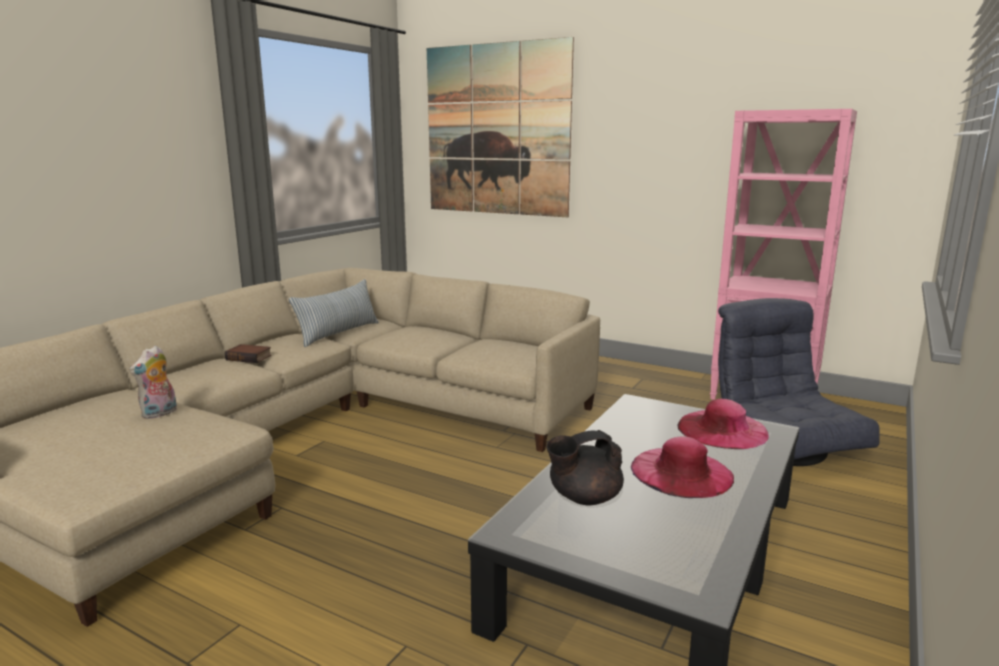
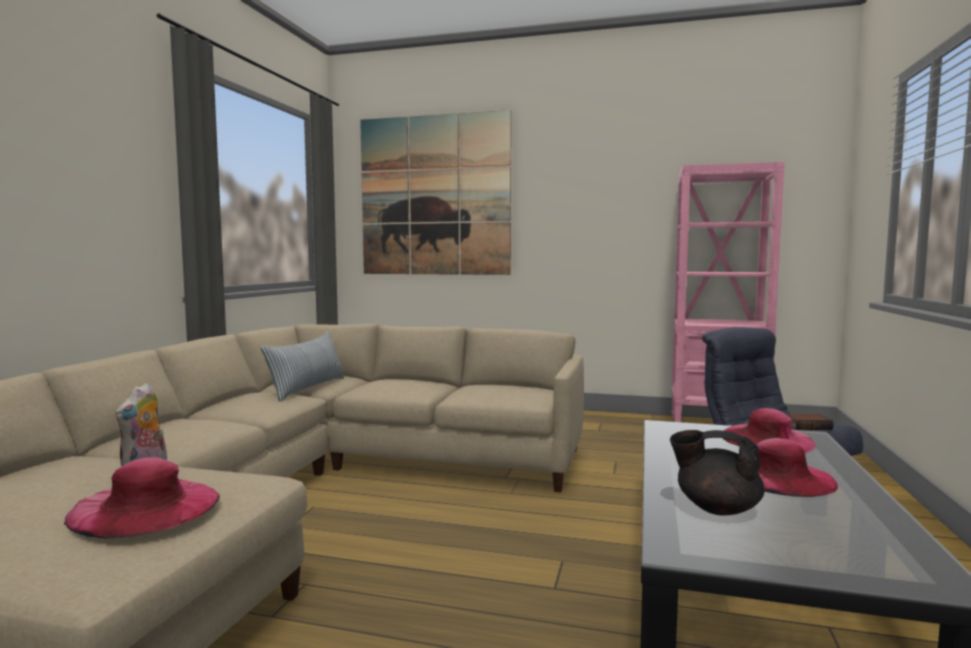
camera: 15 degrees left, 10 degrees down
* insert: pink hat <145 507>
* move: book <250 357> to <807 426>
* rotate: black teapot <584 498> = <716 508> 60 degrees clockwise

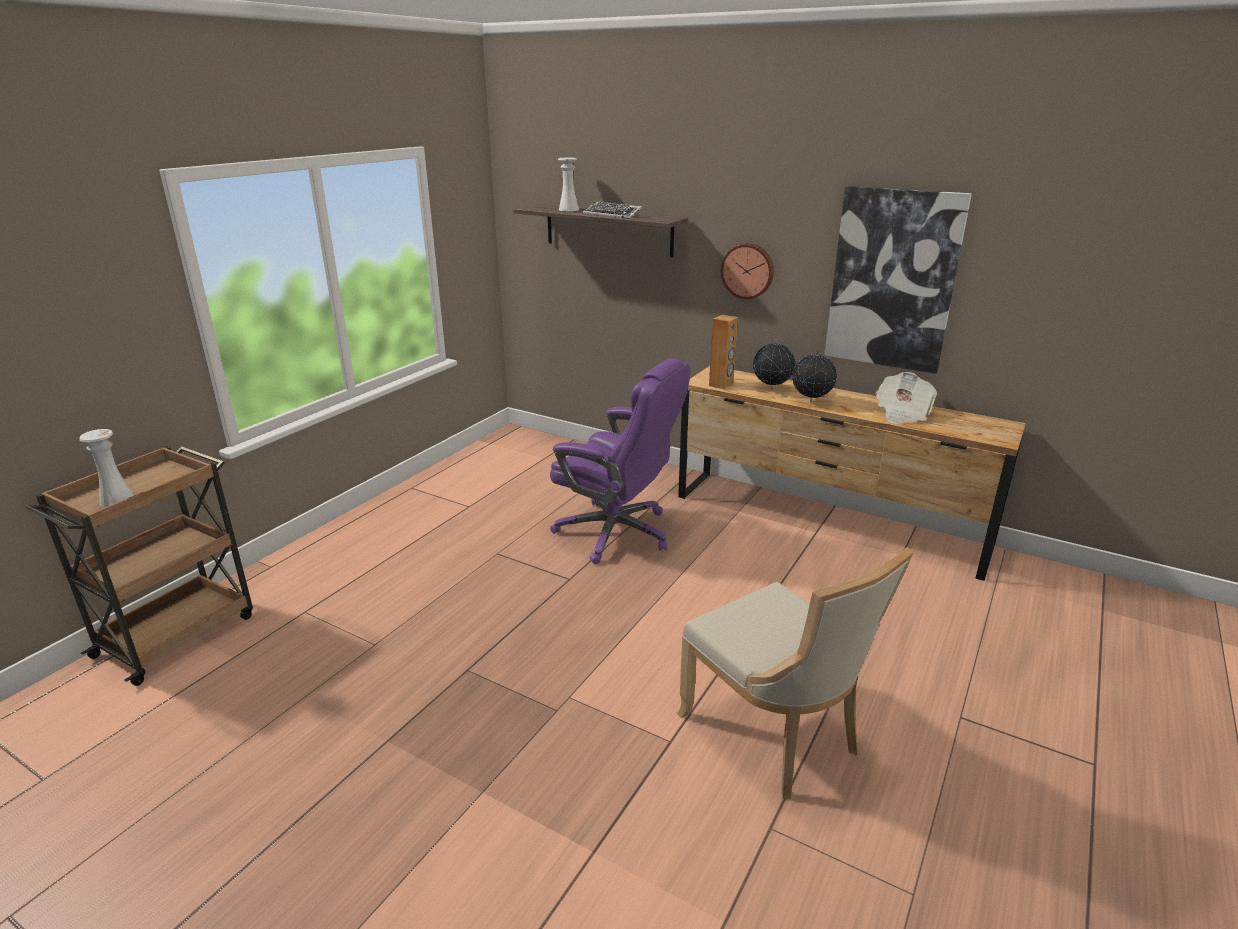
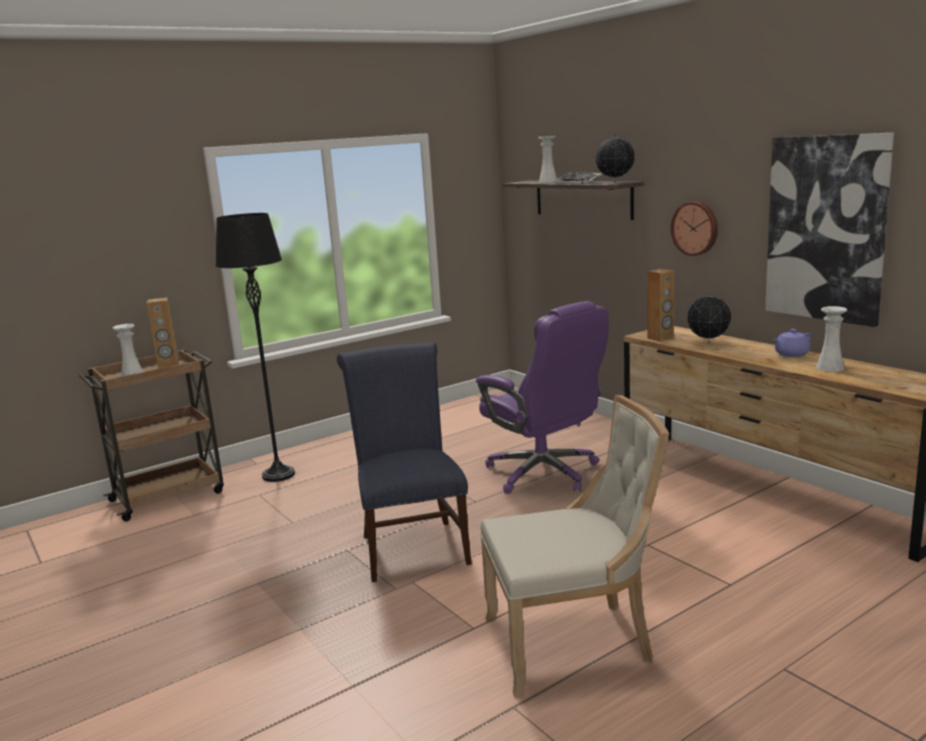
camera: 25 degrees right, 10 degrees down
* insert: brown speaker <168 366>
* insert: black floor lamp <278 475>
* insert: blue chair <412 546>
* insert: purple teapot <791 354>
* move: globe <811 402> to <615 183>
* replace: newspaper <902 414> to white vase <830 368>
* rotate: beige chair <775 734> = <574 642> 90 degrees counterclockwise

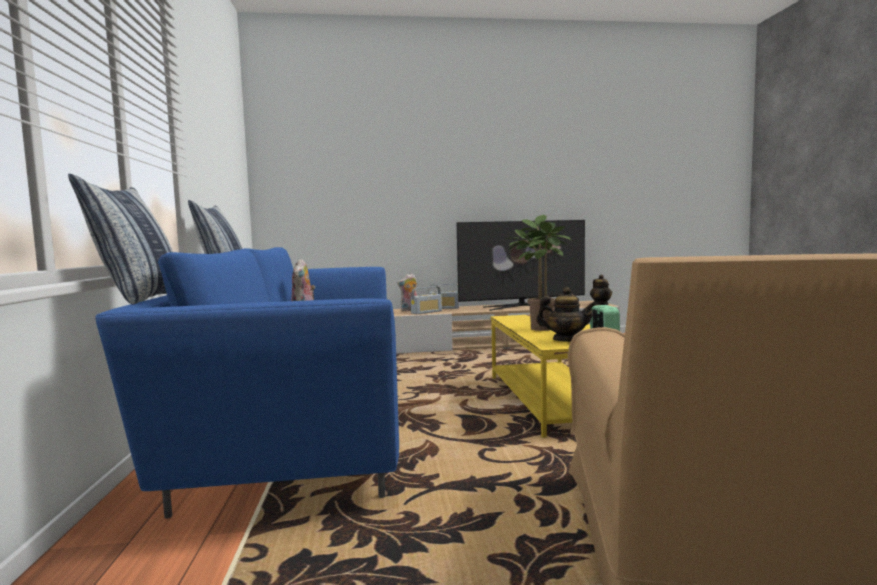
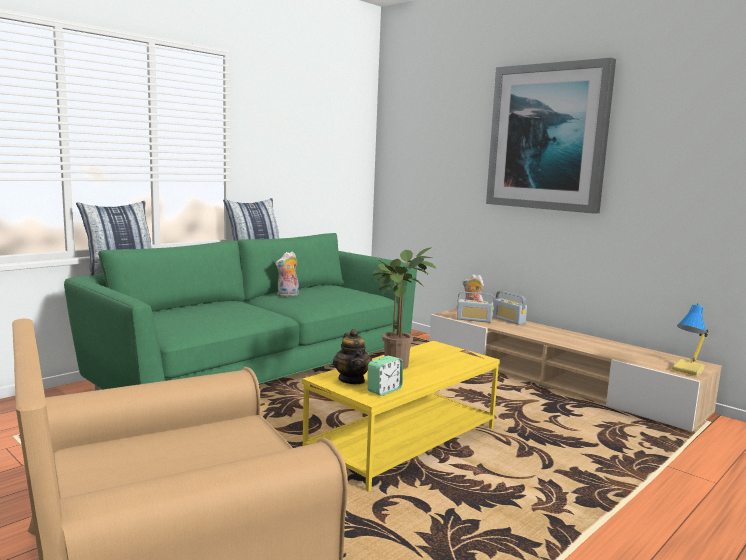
camera: 50 degrees right, 5 degrees up
* delete: television <522 306>
* insert: picture <548 137>
* replace: teapot <601 304> to table lamp <689 371>
* recolor: blue sofa <306 414> to green sofa <259 373>

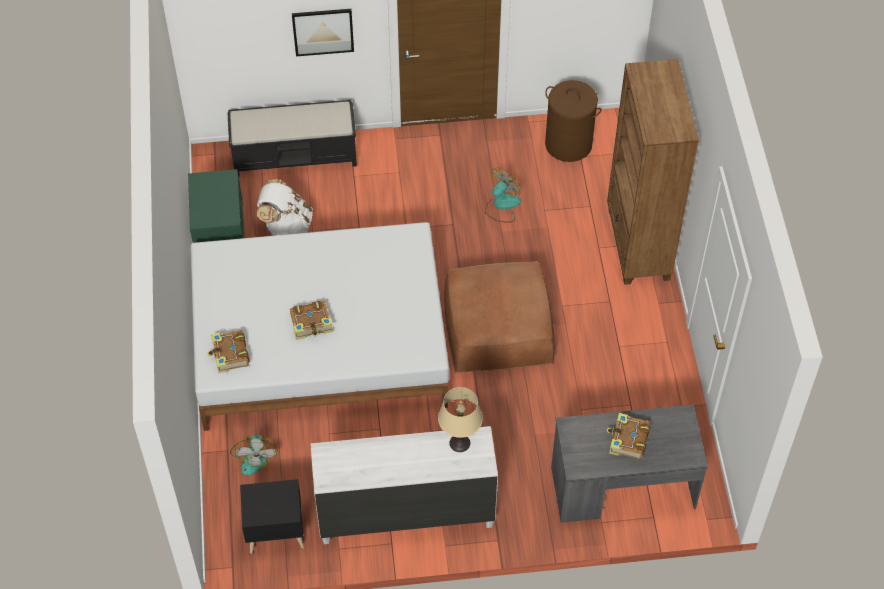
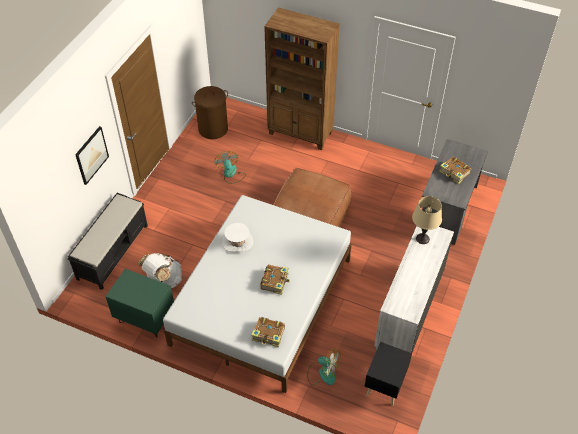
camera: 60 degrees left, 5 degrees down
* insert: white hat <237 242>

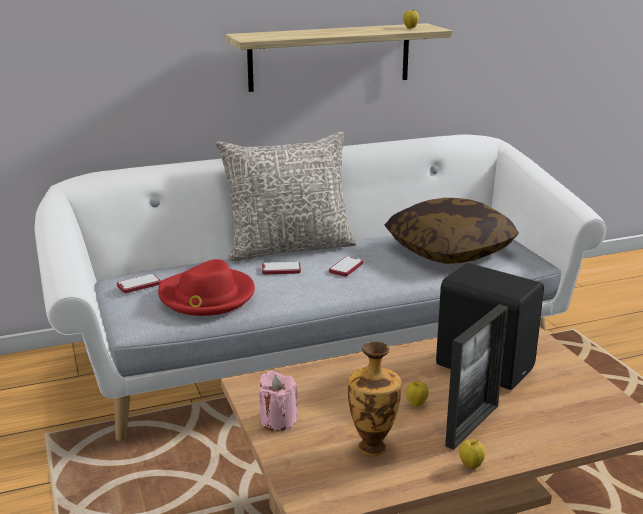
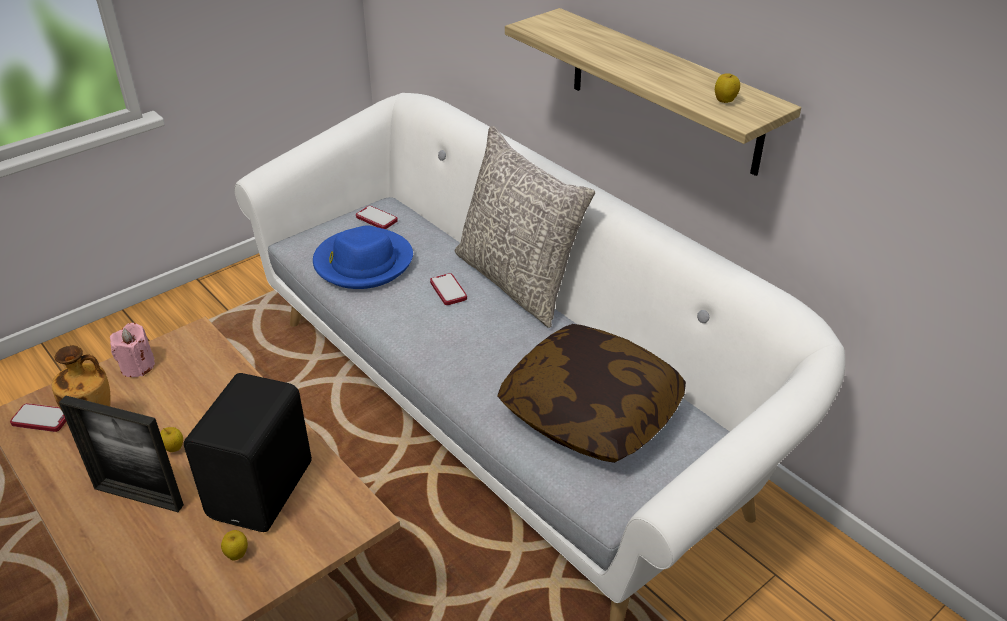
camera: 70 degrees right, 15 degrees up
* move: phone <346 267> to <41 419>
* move: apple <471 465> to <237 555>
* recolor: red hat <206 296> to blue hat <363 262>

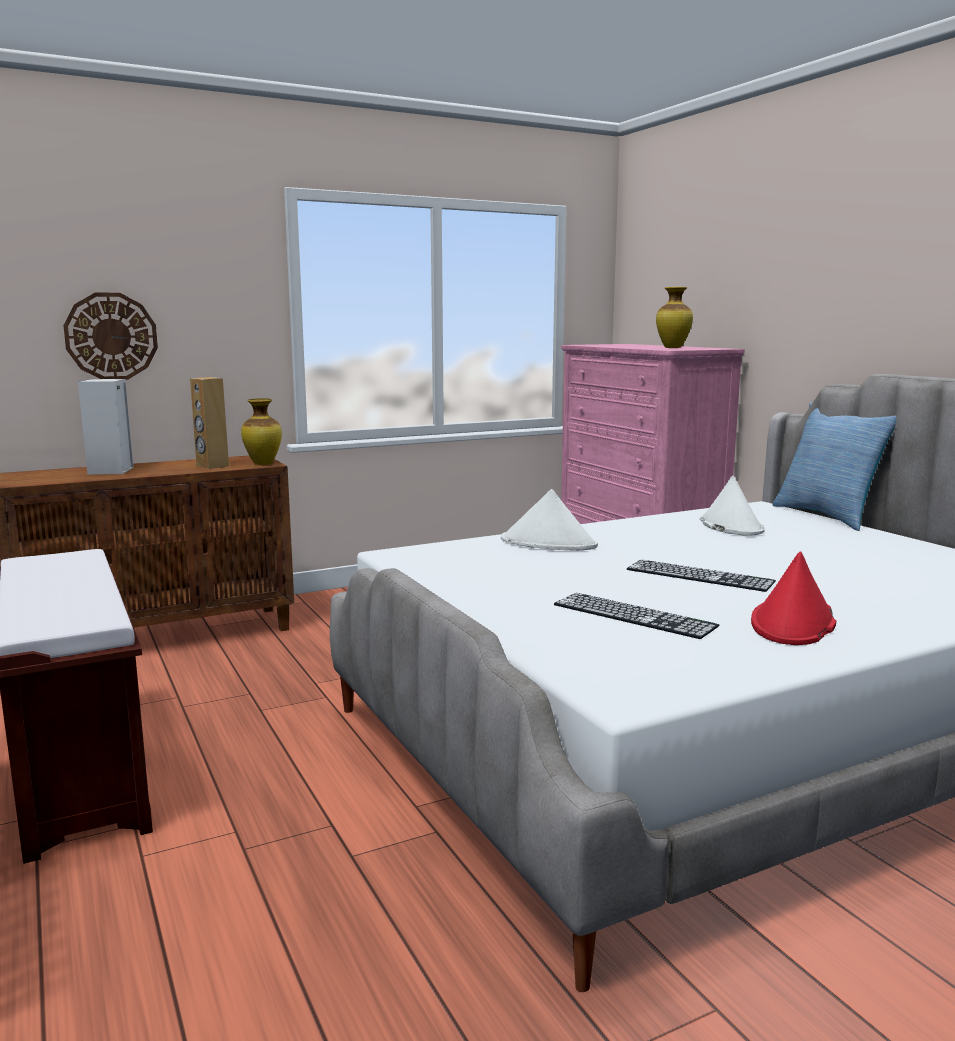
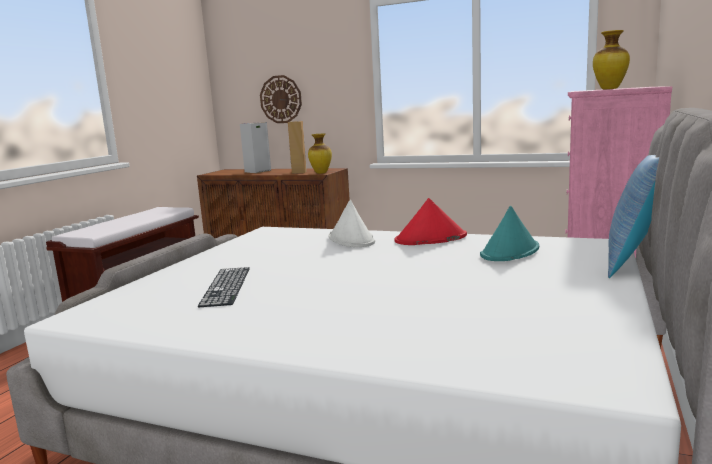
camera: 50 degrees right, 0 degrees up
* delete: keyboard <699 575>
* move: red hat <793 623> to <430 239>
* recolor: white hat <730 526> to turquoise hat <510 252>

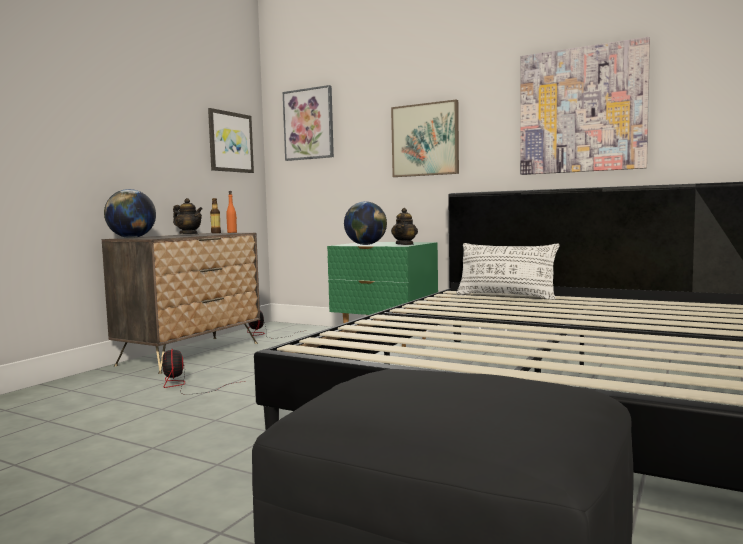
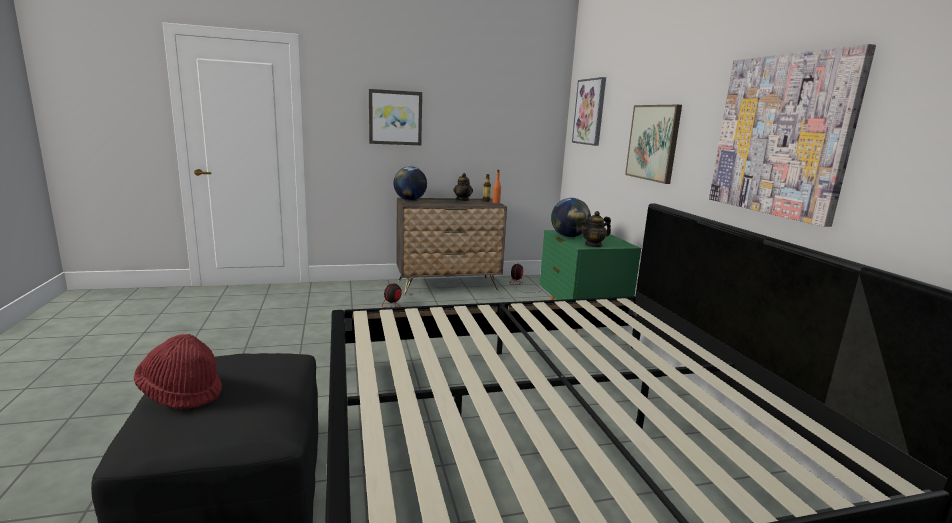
camera: 45 degrees right, 10 degrees up
* delete: white pillow <506 296>
* insert: red hat <182 393>
* move: picture <230 142> to <395 117>

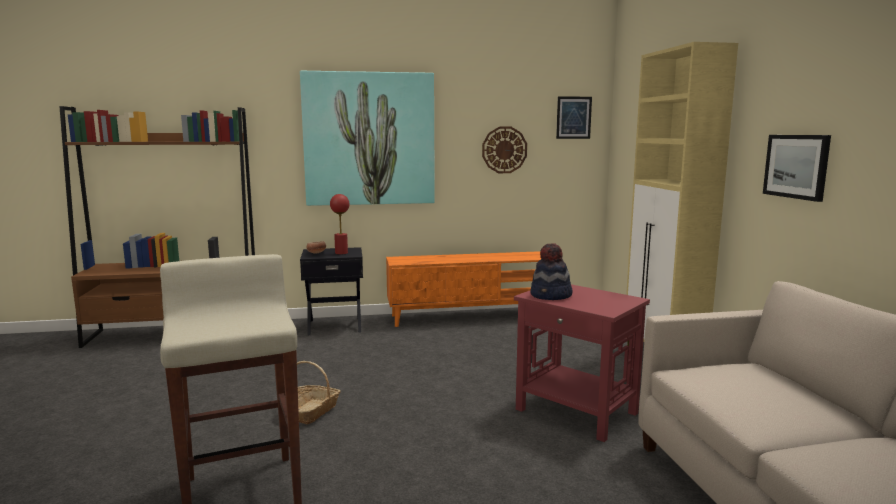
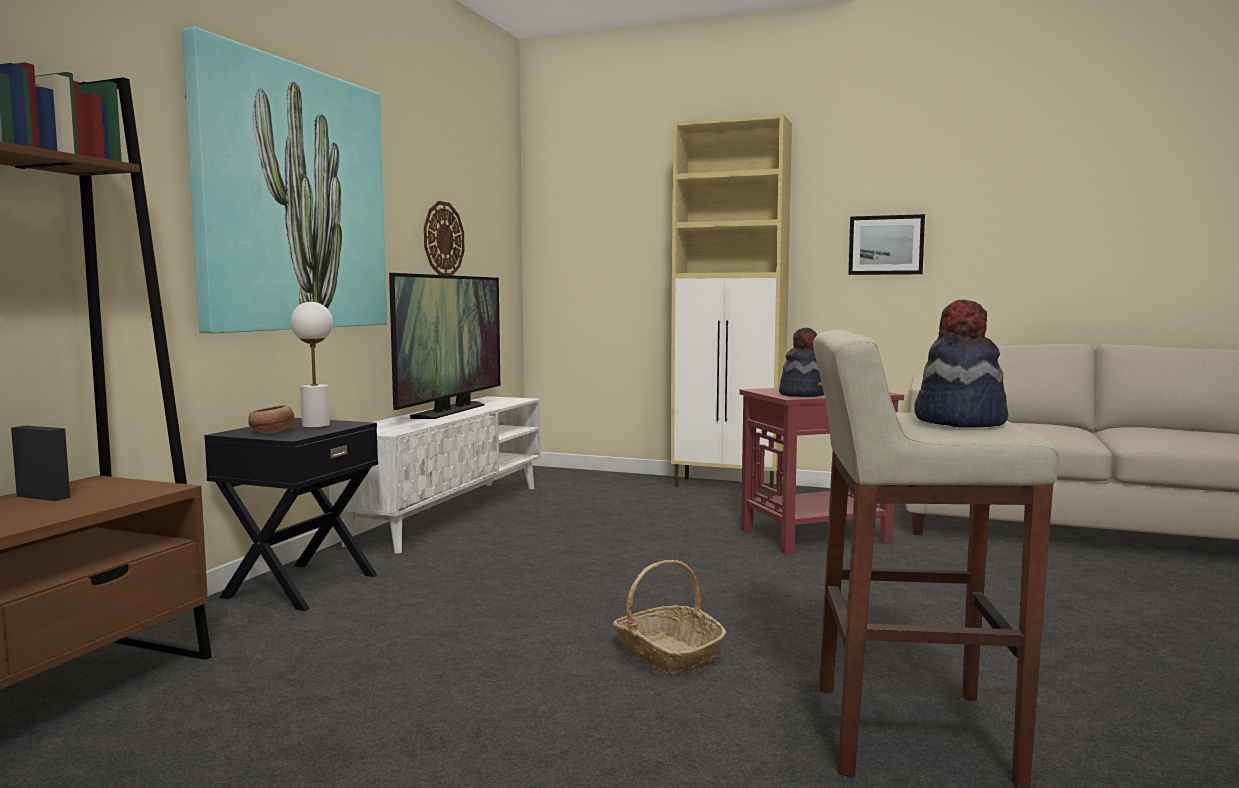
camera: 60 degrees left, 5 degrees down
* delete: picture <573 117>
* insert: television <450 411>
* insert: hat <958 421>
* recolor: red table lamp <341 253> to white table lamp <316 425>
* recolor: orange tv stand <472 316> to white tv stand <450 513>

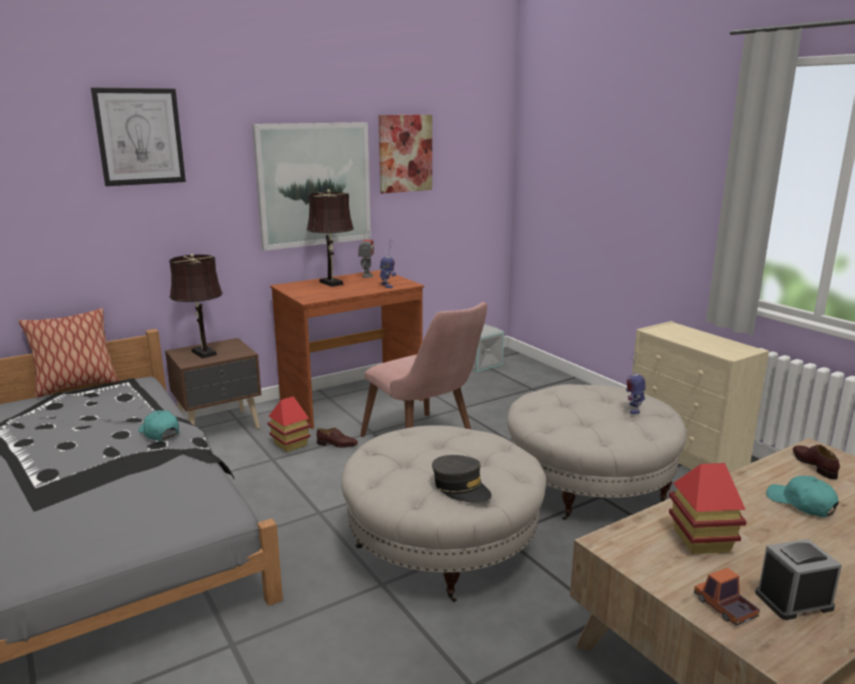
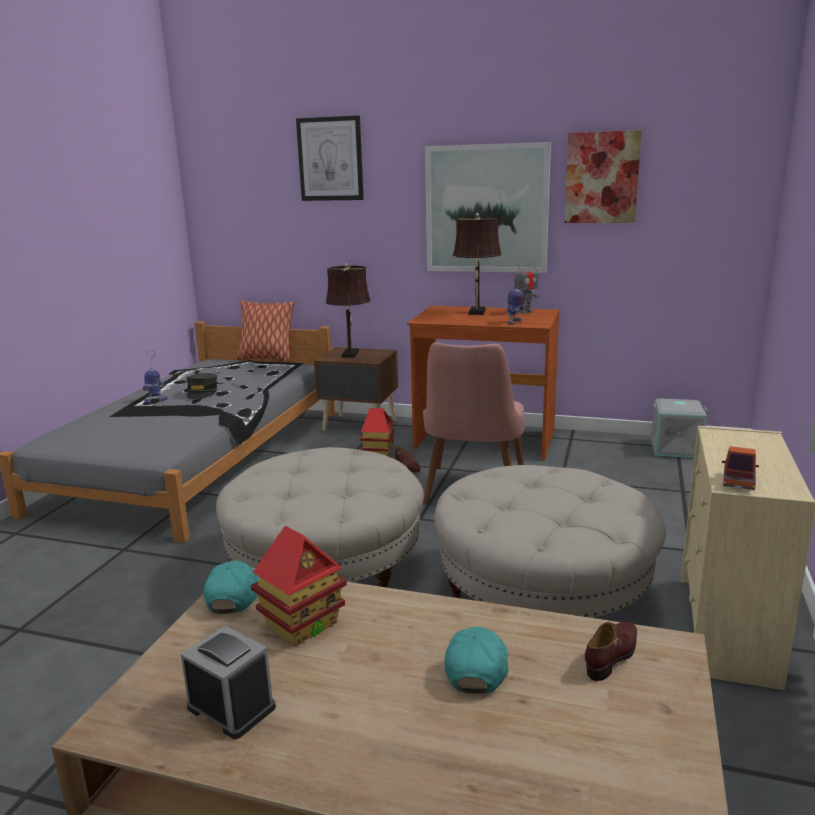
camera: 50 degrees right, 0 degrees up
* move: turquoise cap <159 432> to <235 595>
* move: grey cap <461 488> to <202 392>
* move: toy robot <633 409> to <156 400>
* move: toy truck <724 607> to <738 481>

